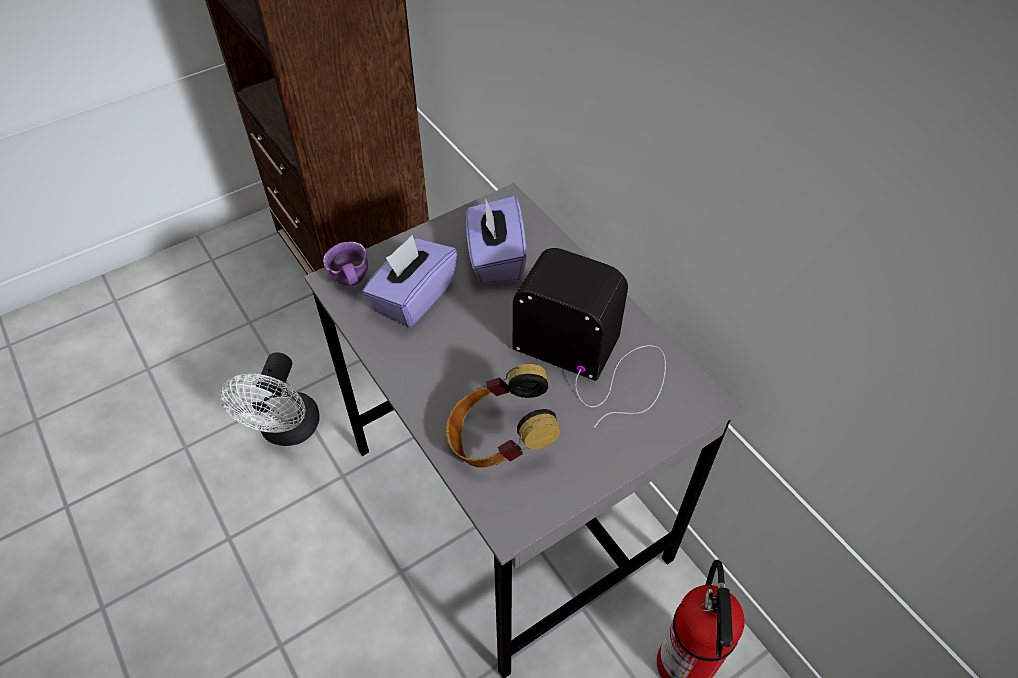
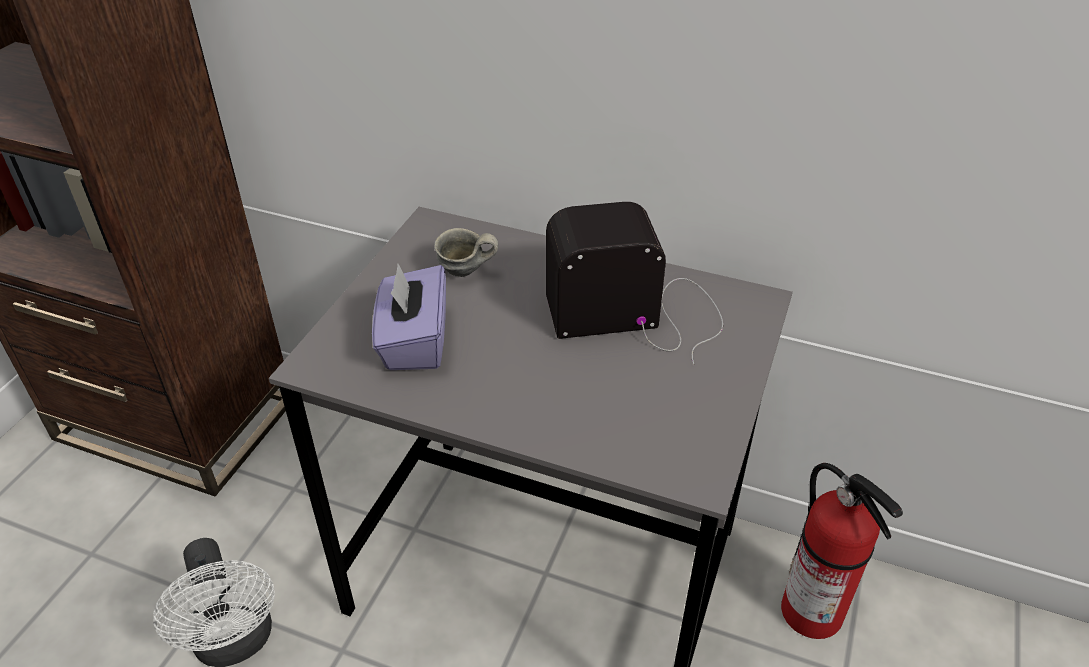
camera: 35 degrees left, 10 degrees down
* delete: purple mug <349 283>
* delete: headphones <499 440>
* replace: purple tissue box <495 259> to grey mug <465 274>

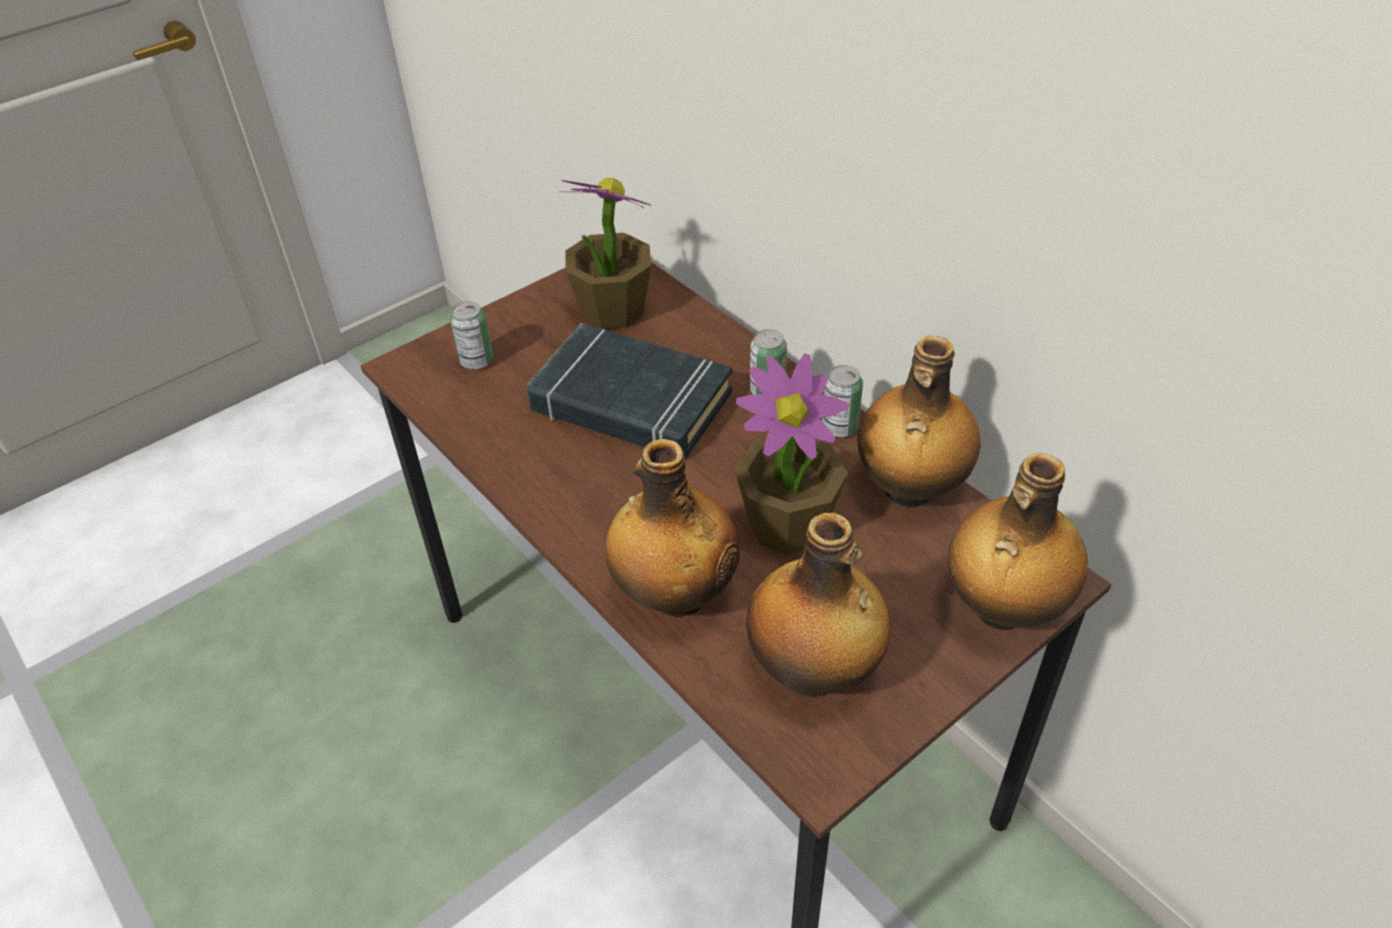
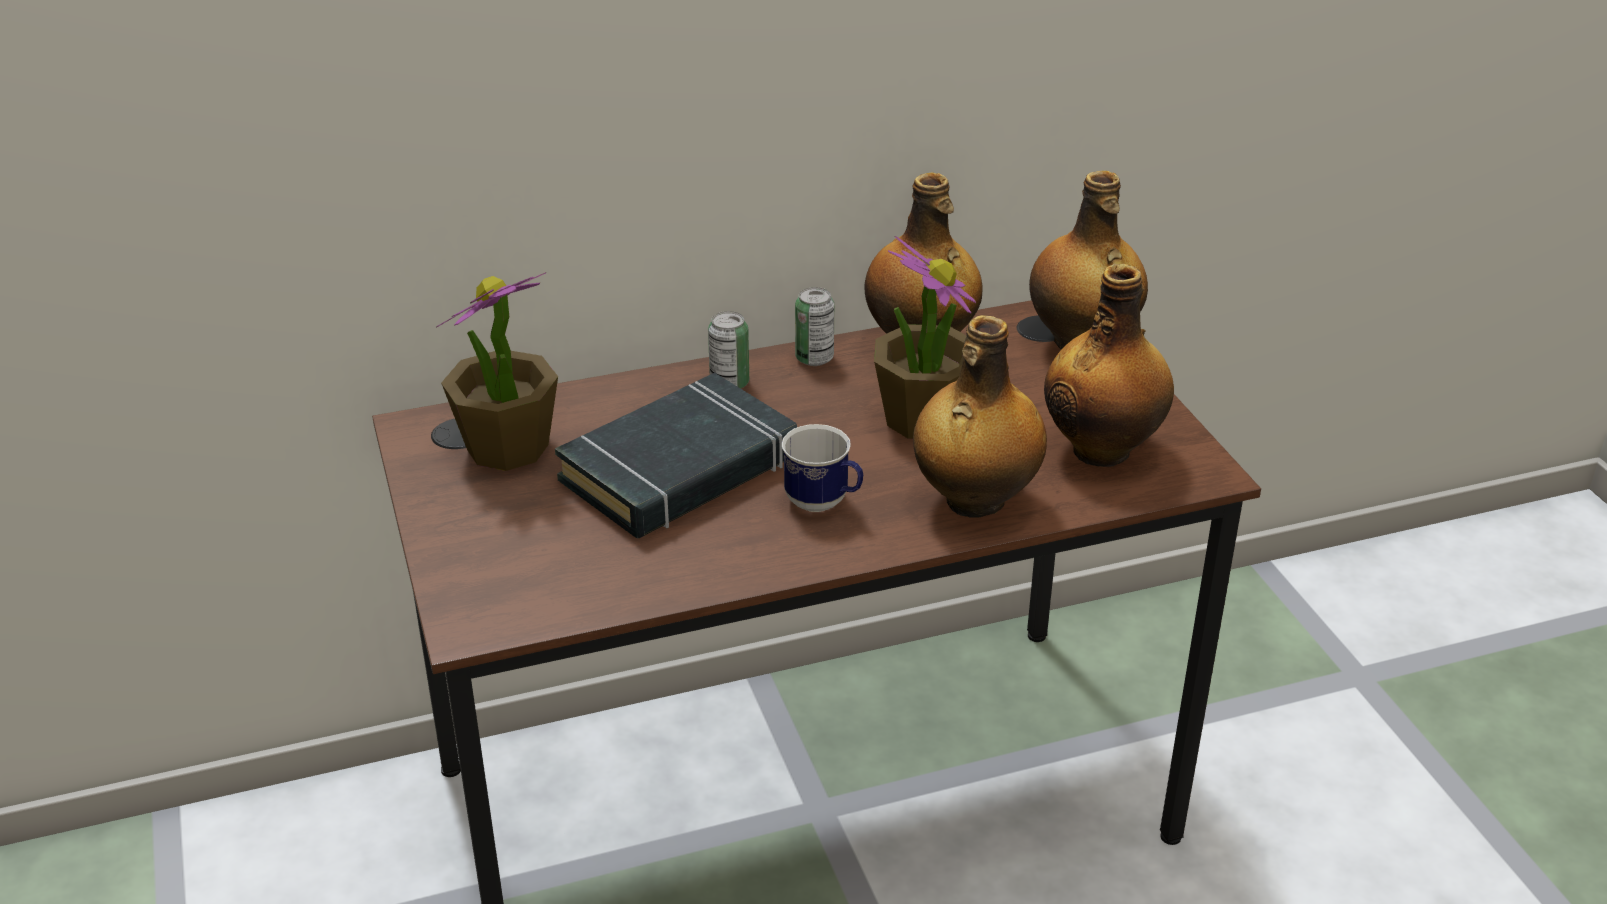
camera: 70 degrees left, 10 degrees down
* delete: can <477 361>
* insert: mug <824 504>

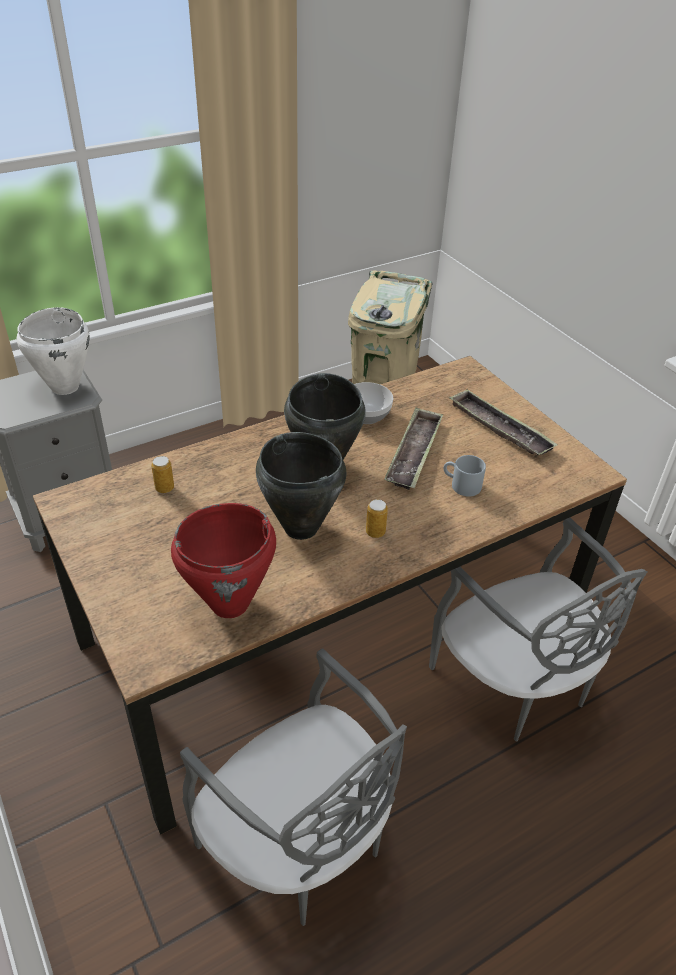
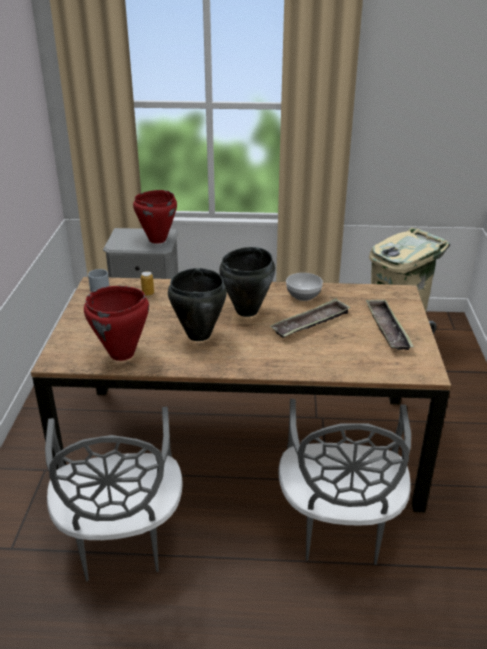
camera: 35 degrees right, 10 degrees down
* delete: can <375 532>
* move: grey mug <461 485> to <98 288>
* recolor: white cooking pot <64 387> to red cooking pot <157 240>

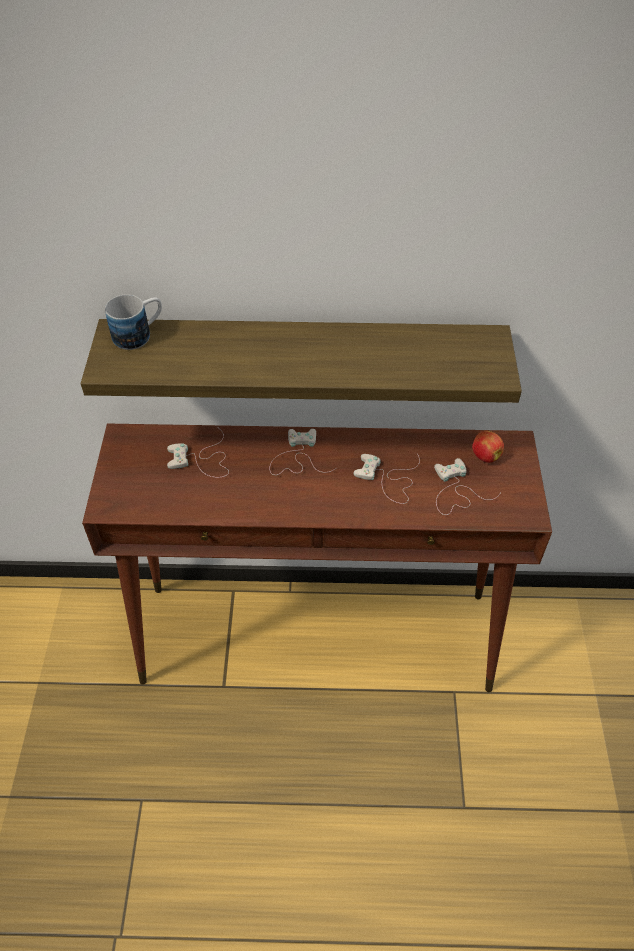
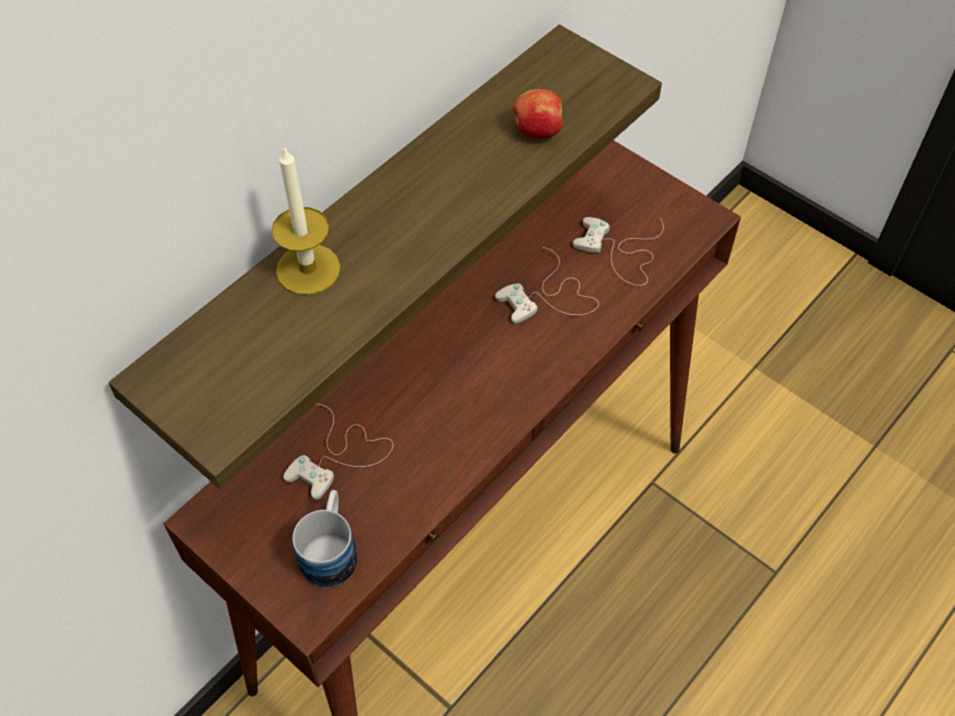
camera: 50 degrees left, 5 degrees up
* delete: white game controller <297 457>
* insert: candle <308 269>
* move: mug <139 334> to <331 548>
* move: apple <485 455> to <536 131>

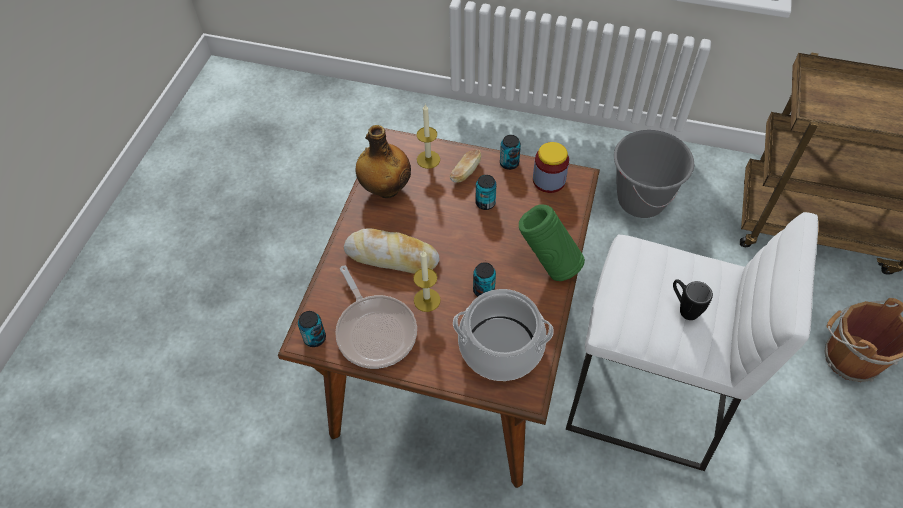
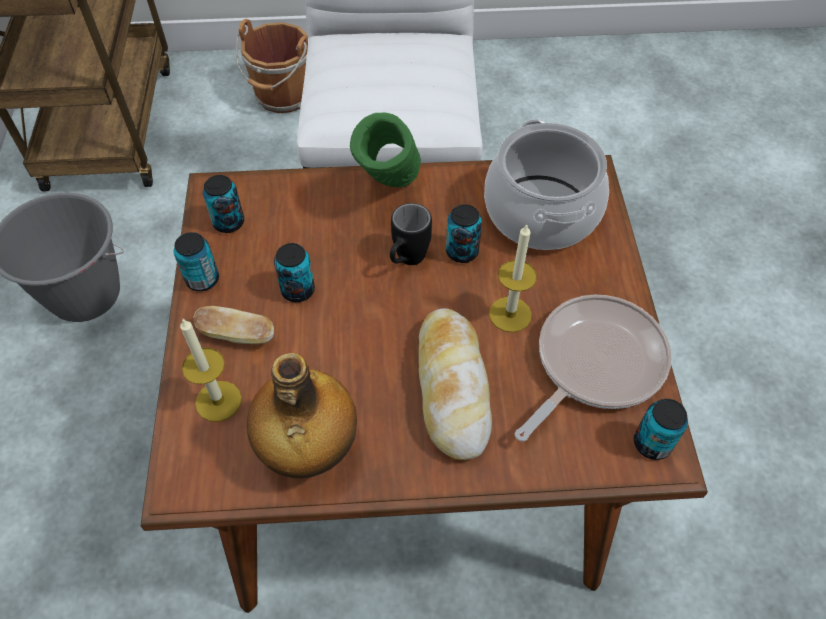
camera: 110 degrees left, 0 degrees up
* move: black mug <683 308> to <406 261>
* replace: jar <549 180> to can <228 222>

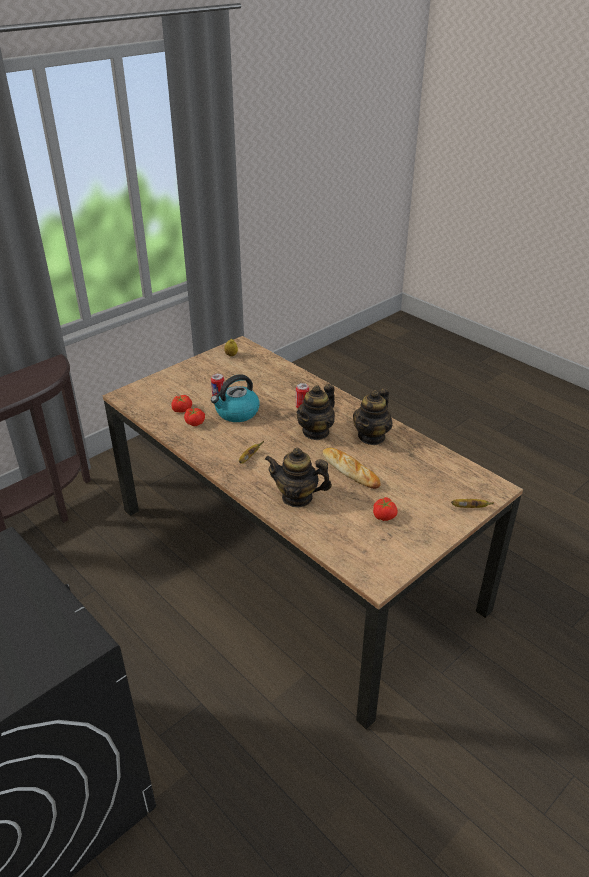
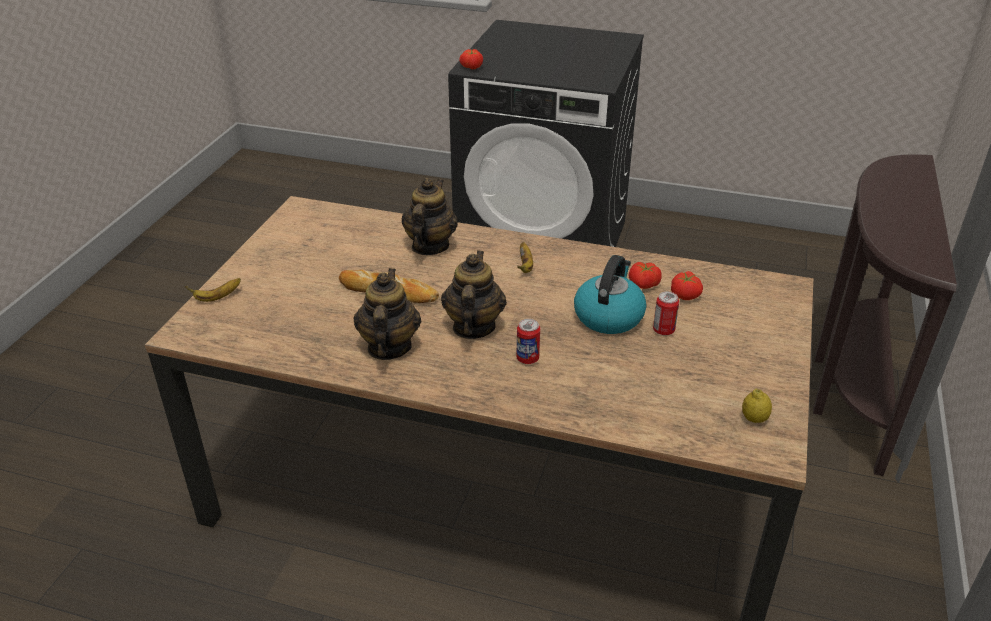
camera: 150 degrees right, 0 degrees up
* move: tomato <384 515> to <471 67>
* rotate: teapot <297 497> = <429 246> 60 degrees counterclockwise

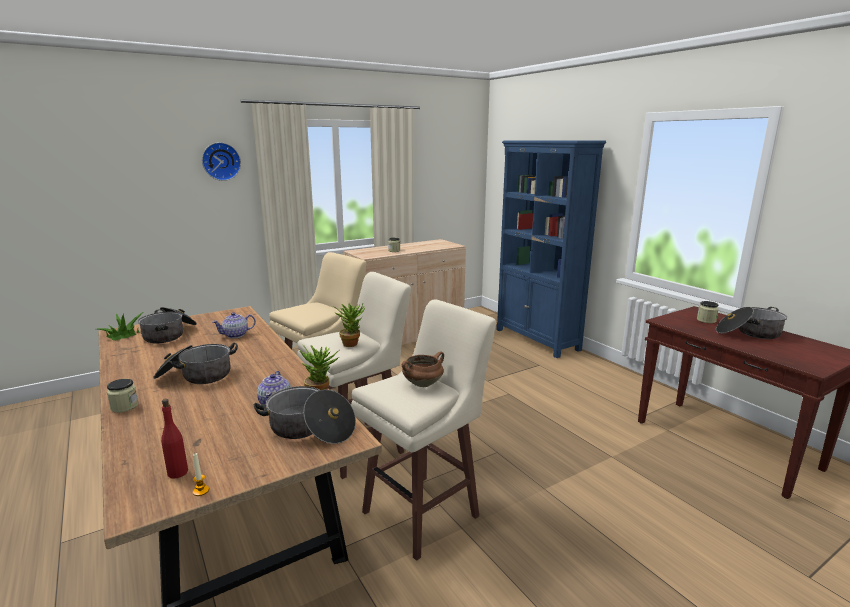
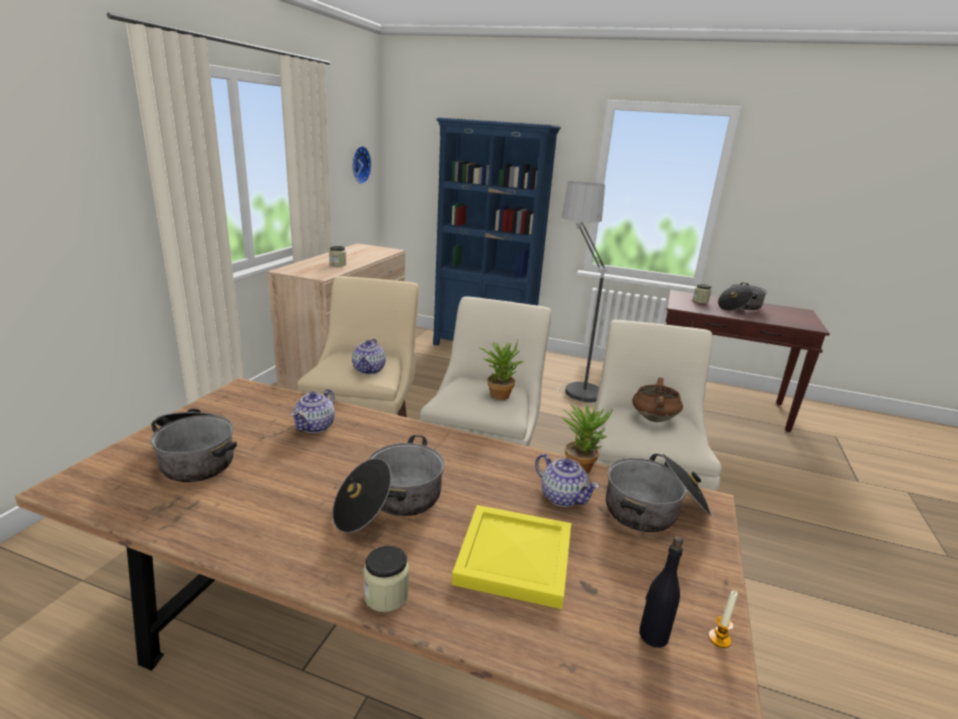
camera: 40 degrees left, 5 degrees up
* delete: potted plant <123 335>
* insert: teapot <369 370>
* insert: yellow tray <512 558>
* insert: floor lamp <571 381>
* move: wall clock <221 161> to <359 165>
* recolor: red bottle <178 472> to black bottle <653 635>

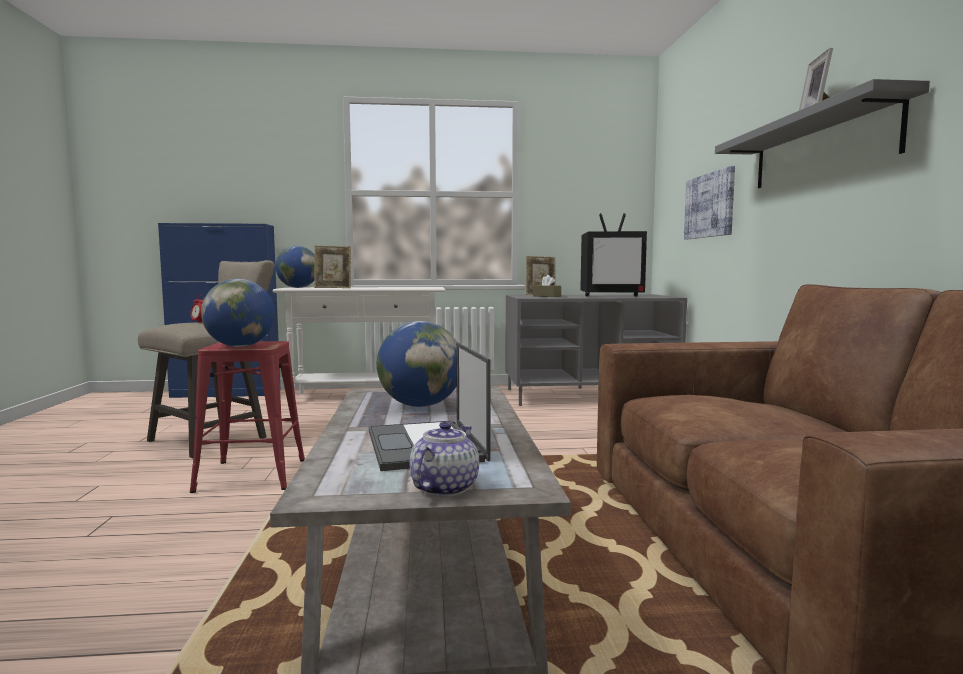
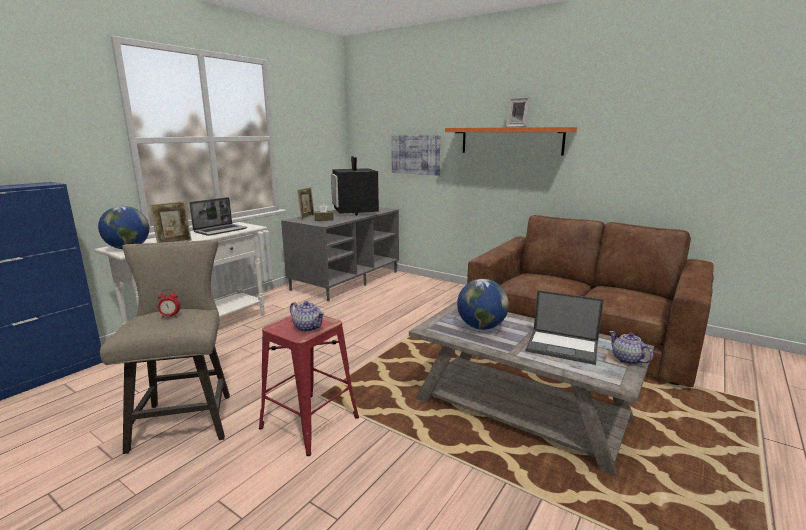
camera: 50 degrees left, 10 degrees up
* insert: laptop <221 230>
* replace: globe <240 346> to teapot <308 327>
* recolor: grey shelf <820 147> to orange shelf <510 140>
* rotate: television <612 296> = <356 213> 120 degrees clockwise

